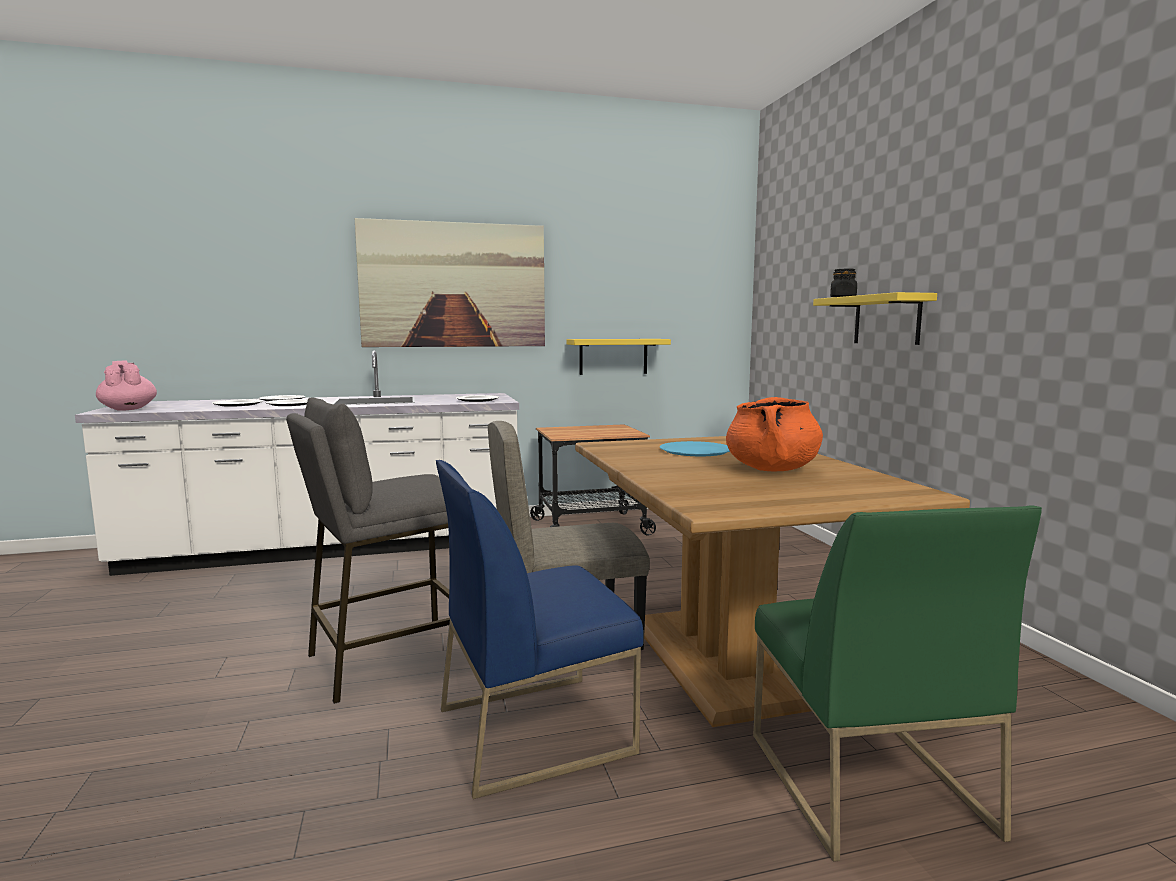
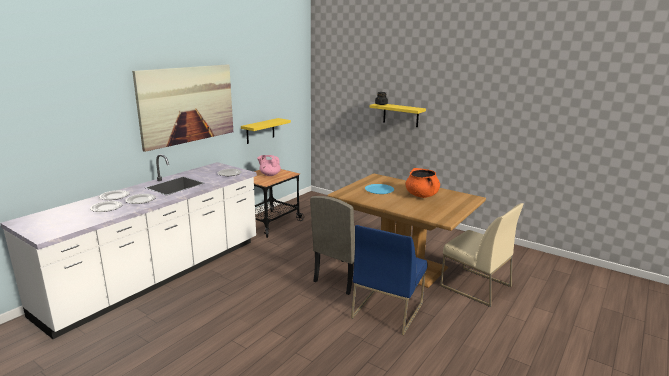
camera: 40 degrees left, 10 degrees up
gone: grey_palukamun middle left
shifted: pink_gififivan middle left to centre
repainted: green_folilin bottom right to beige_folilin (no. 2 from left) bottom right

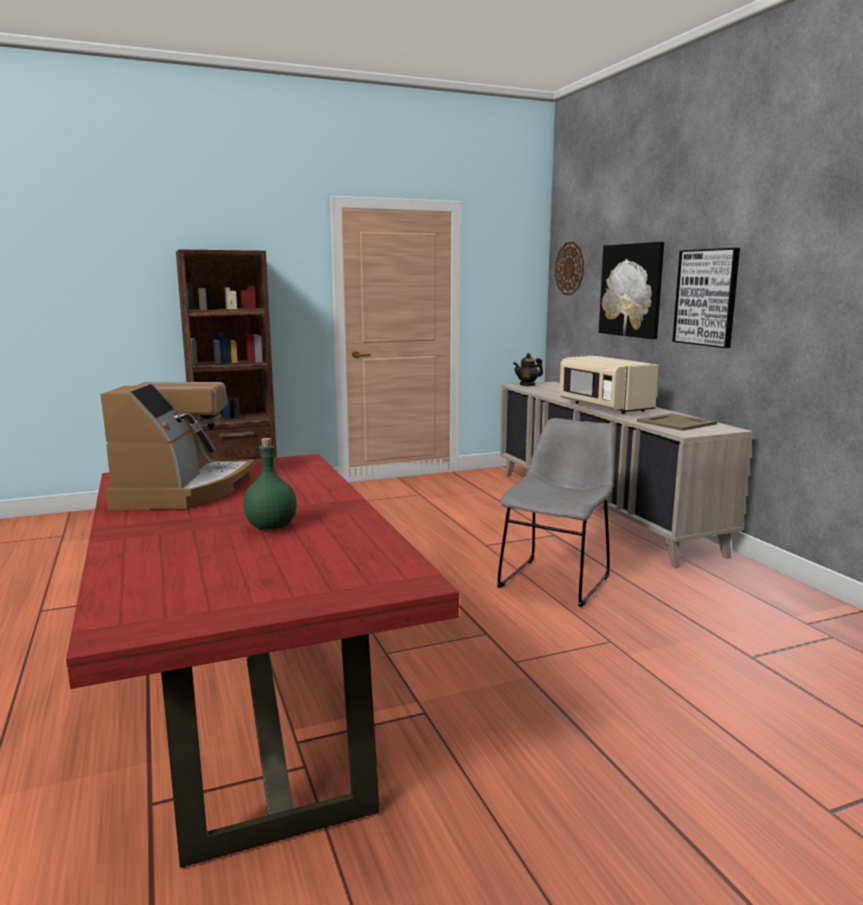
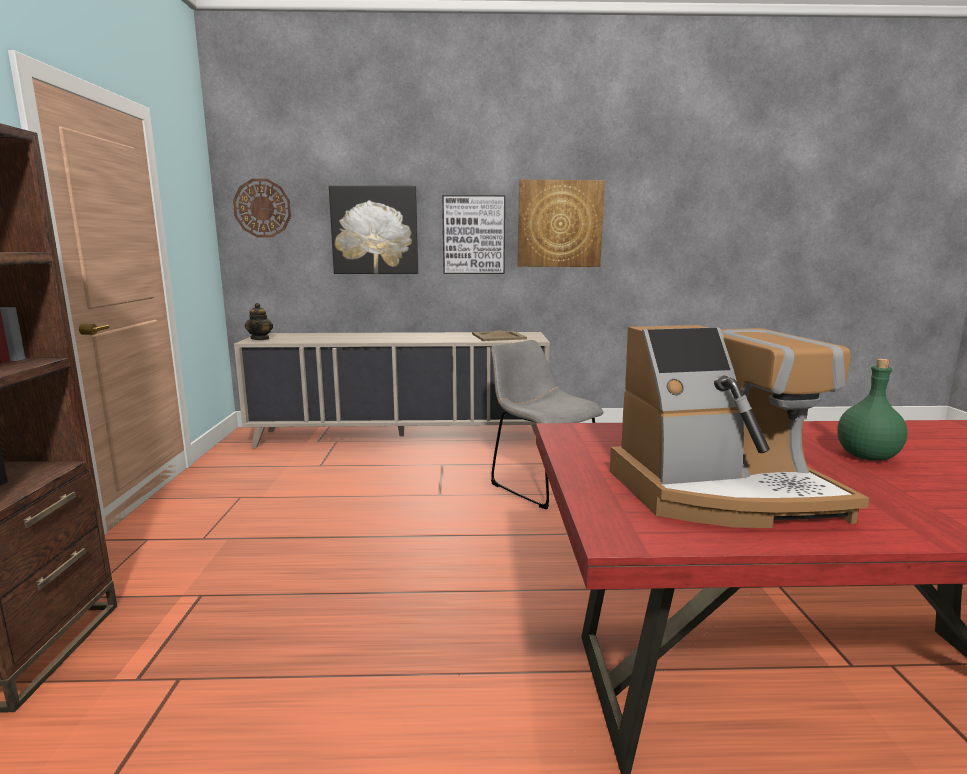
camera: 70 degrees left, 0 degrees up
gone: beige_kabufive middle right
new: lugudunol (no. 3 from left) top centre
rotated: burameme middle left = middle right 150 degrees clockwise

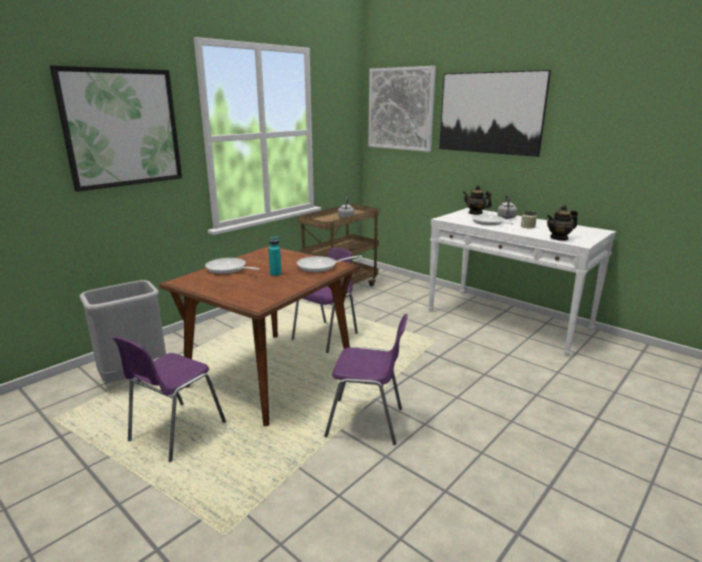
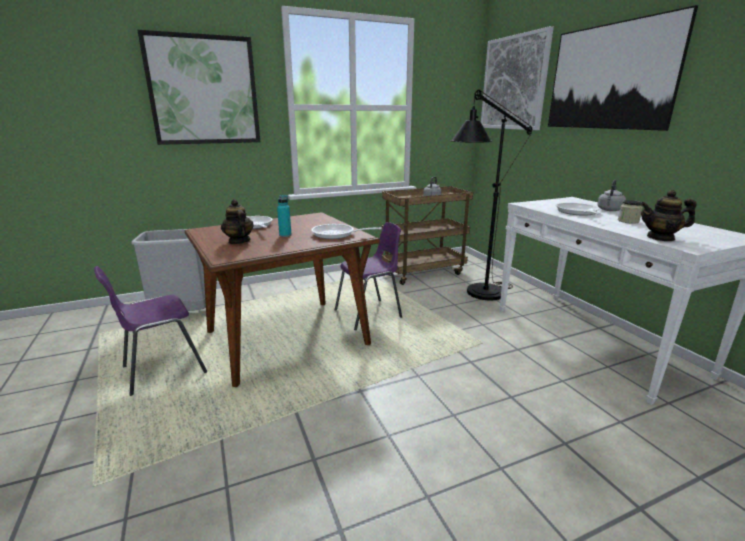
camera: 25 degrees right, 0 degrees up
gone: purple_folilin (no. 3 from left) bottom centre
new: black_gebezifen centre
shifted: gififivan (no. 1 from left) middle right to middle left

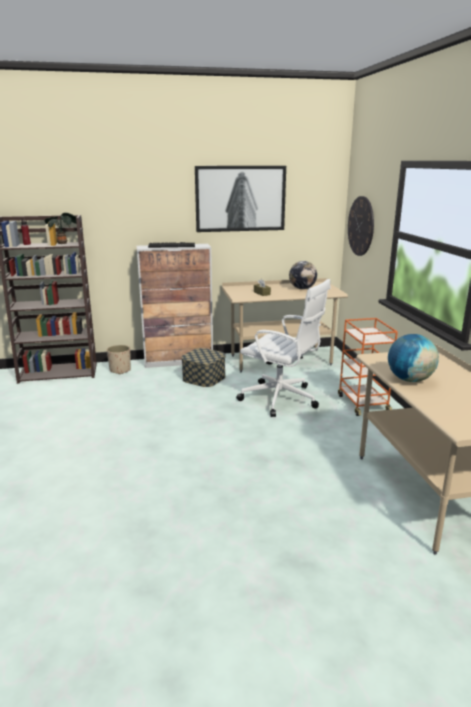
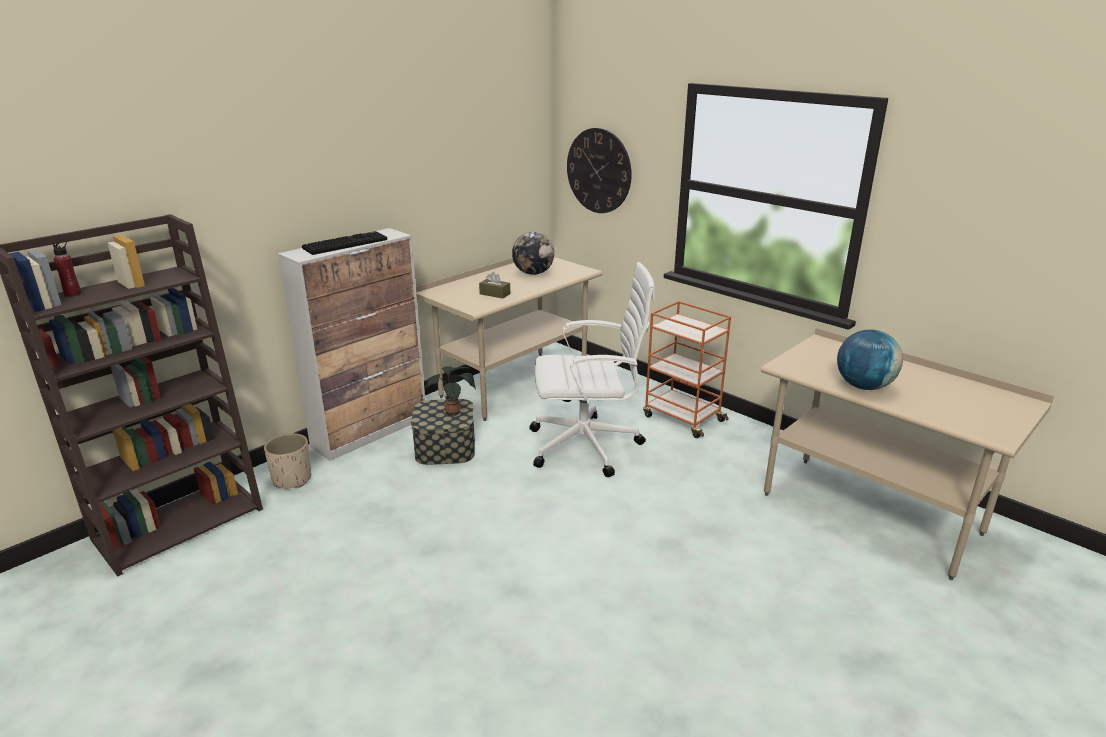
camera: 35 degrees left, 5 degrees up
gone: lugudunol top centre
shifted: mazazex top left to centre

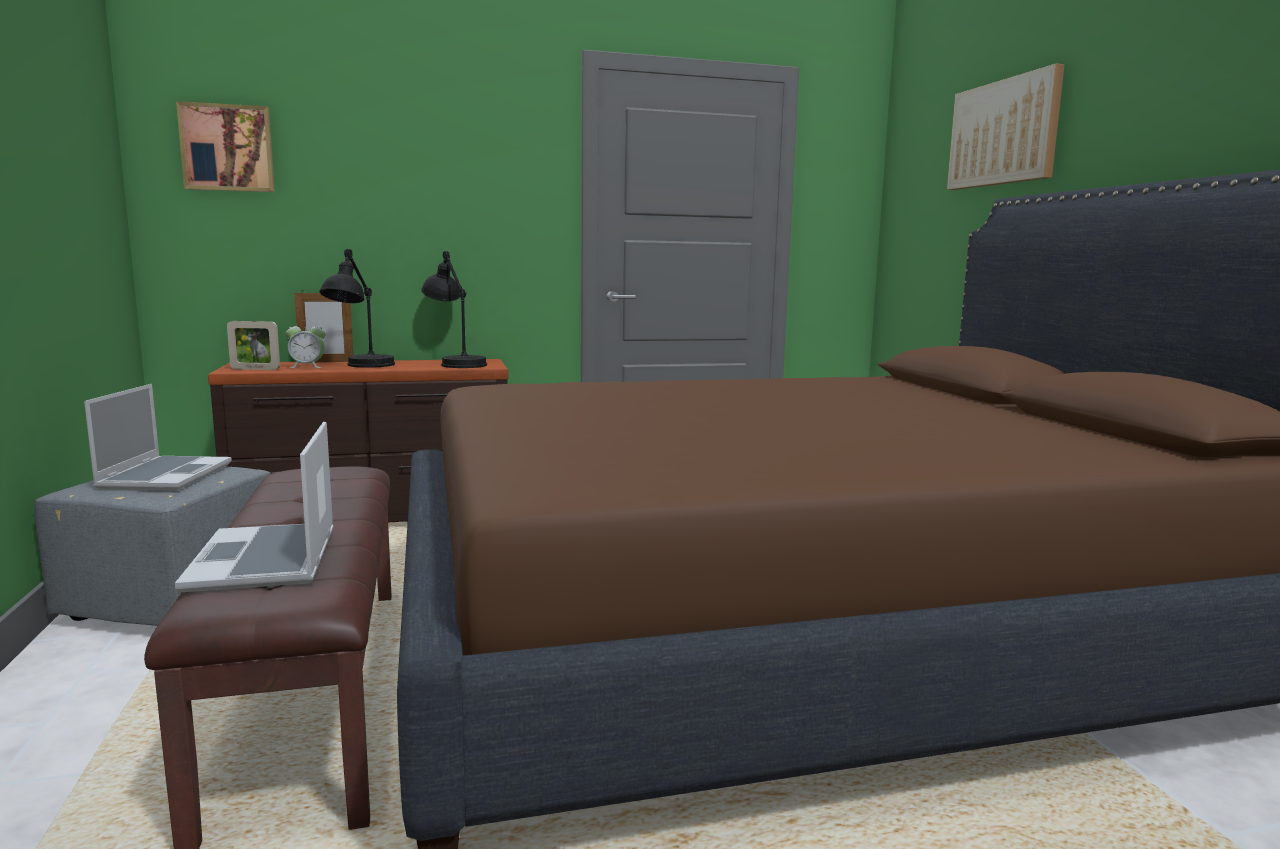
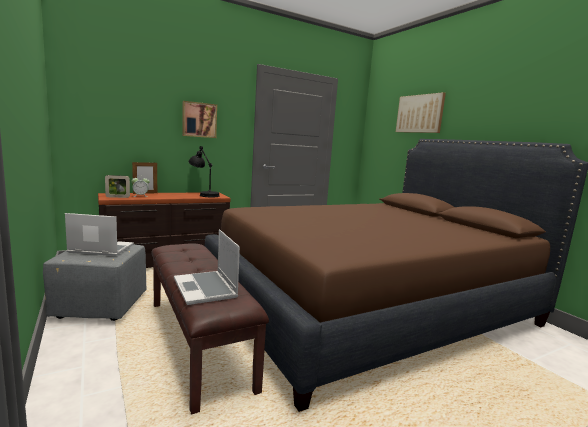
camera: 15 degrees left, 0 degrees up
gone: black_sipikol (no. 1 from left) middle left
shifted: lugudunol (no. 1 from left) top left to top centre
rotated: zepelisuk (no. 1 from left) middle left = middle left 75 degrees counterclockwise

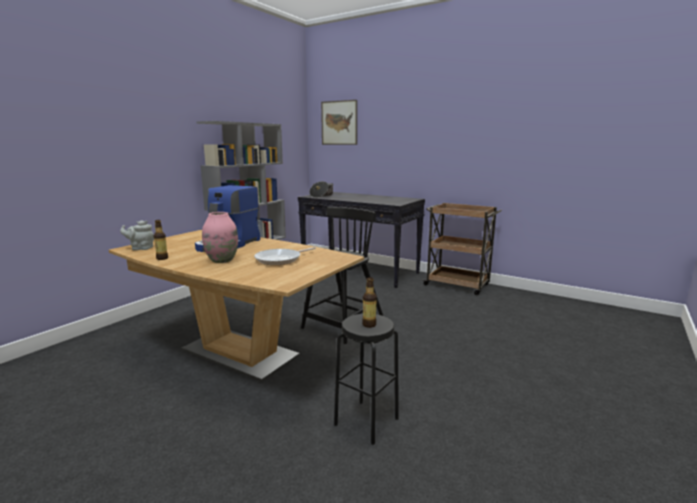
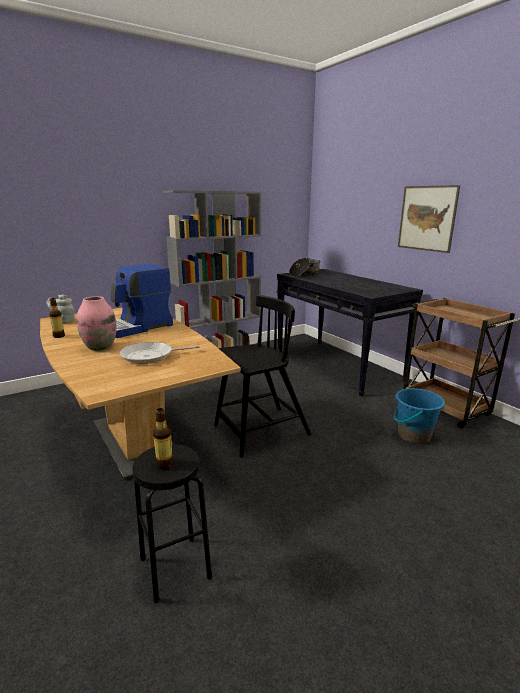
camera: 25 degrees right, 5 degrees up
new: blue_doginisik middle right
shifted: lugudunol top centre to top right

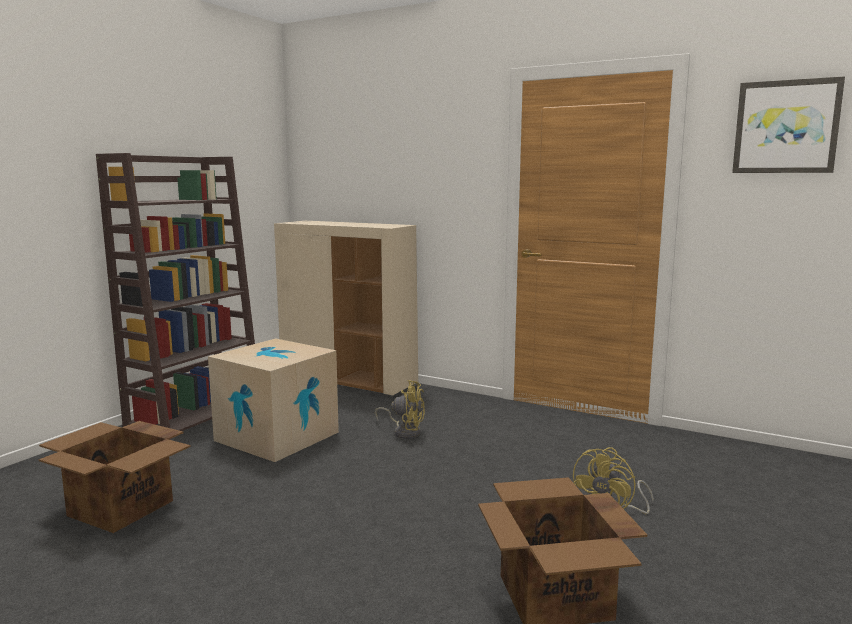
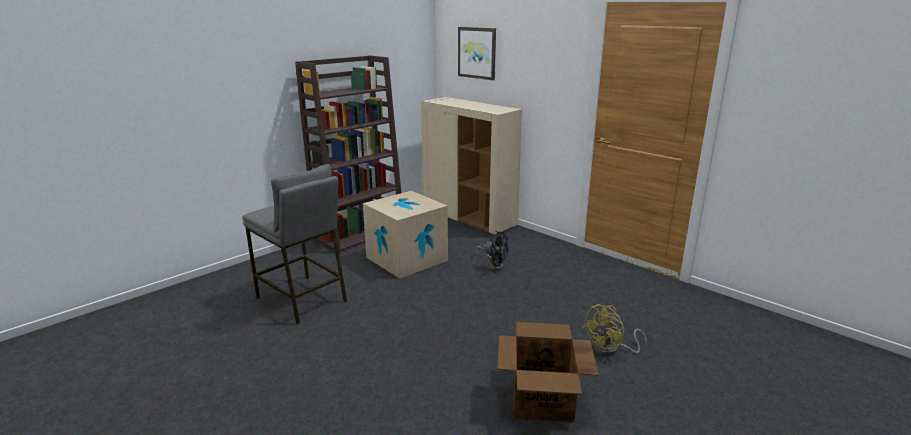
camera: 15 degrees right, 10 degrees up
shifted: lugudunol top right to top centre
swapped: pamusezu (no. 1 from left) bottom left to grey_palukamun middle left
repainted: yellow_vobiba (no. 1 from left) centre to black_vobiba centre

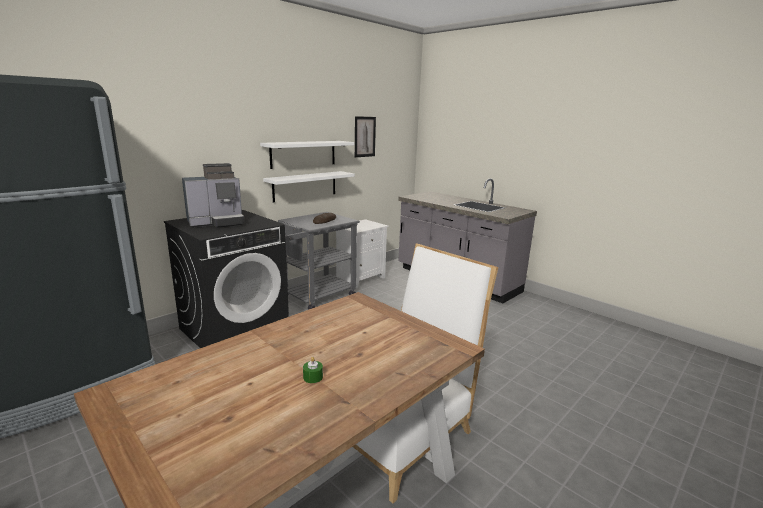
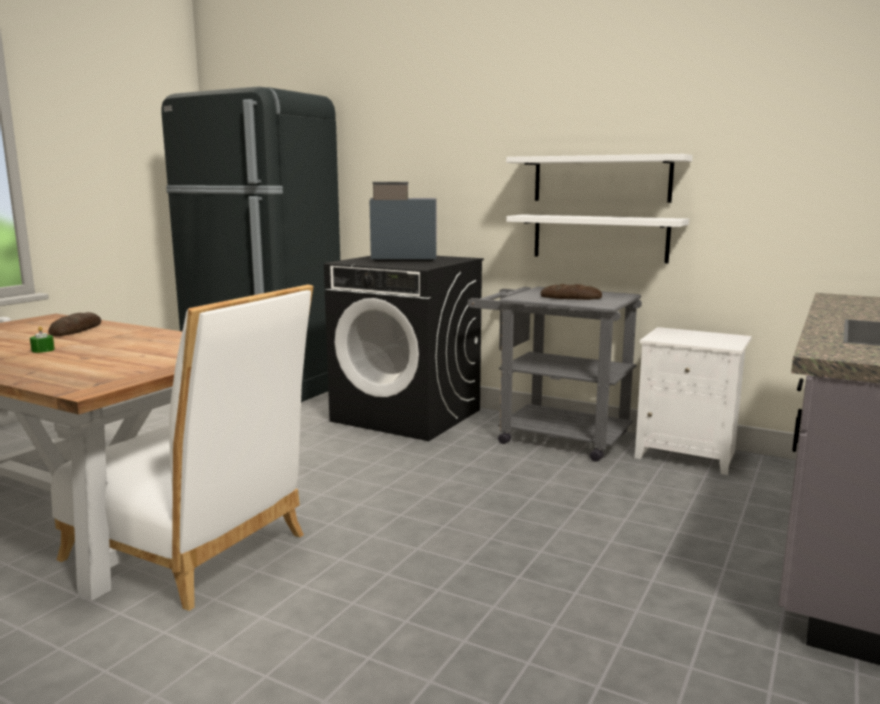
camera: 75 degrees right, 5 degrees down
gone: lugudunol top centre
new: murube (no. 1 from left) middle left
rotated: burameme middle left = top centre 135 degrees clockwise

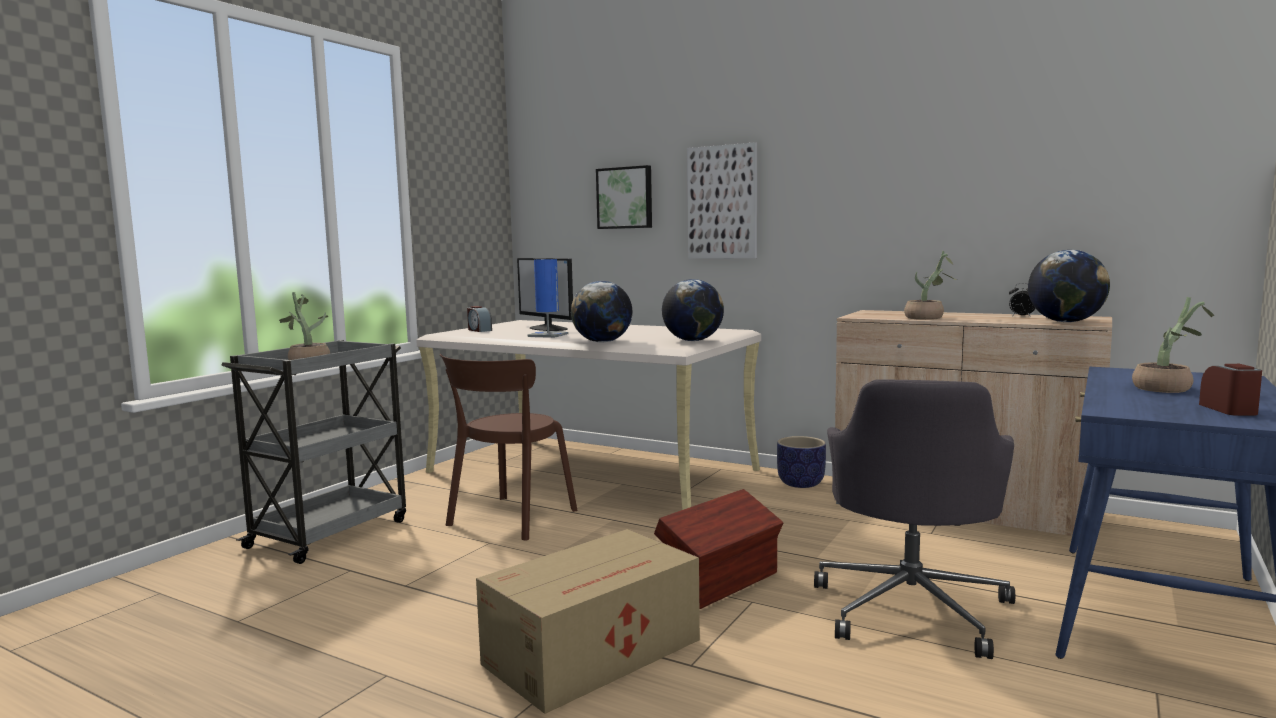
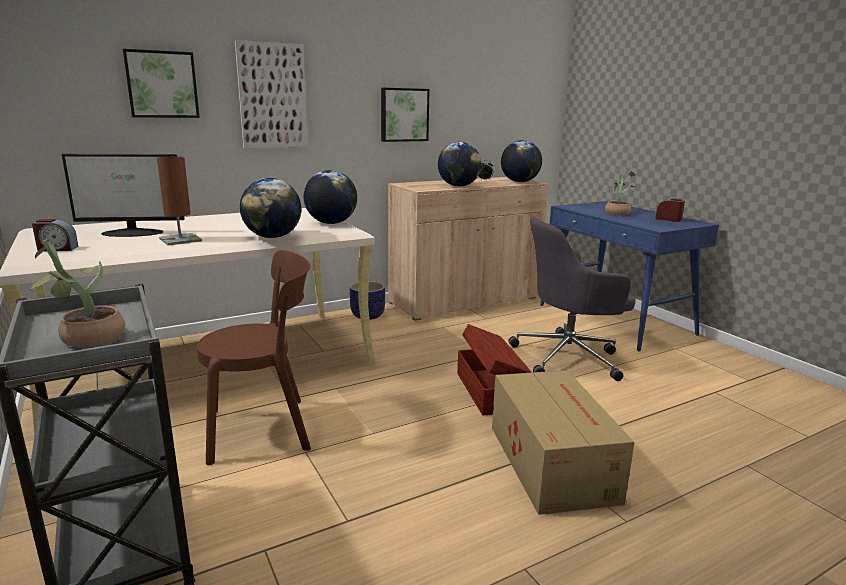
camera: 60 degrees left, 10 degrees up
new: lugudunol (no. 3 from left) top centre
swapped: mazazex (no. 2 from left) middle right to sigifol (no. 3 from left) top centre
repainted: blue_sipikol centre to brown_sipikol middle left
rotated: brown_folilin centre = middle left 75 degrees counterclockwise; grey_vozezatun bottom right = middle right 120 degrees clockwise

